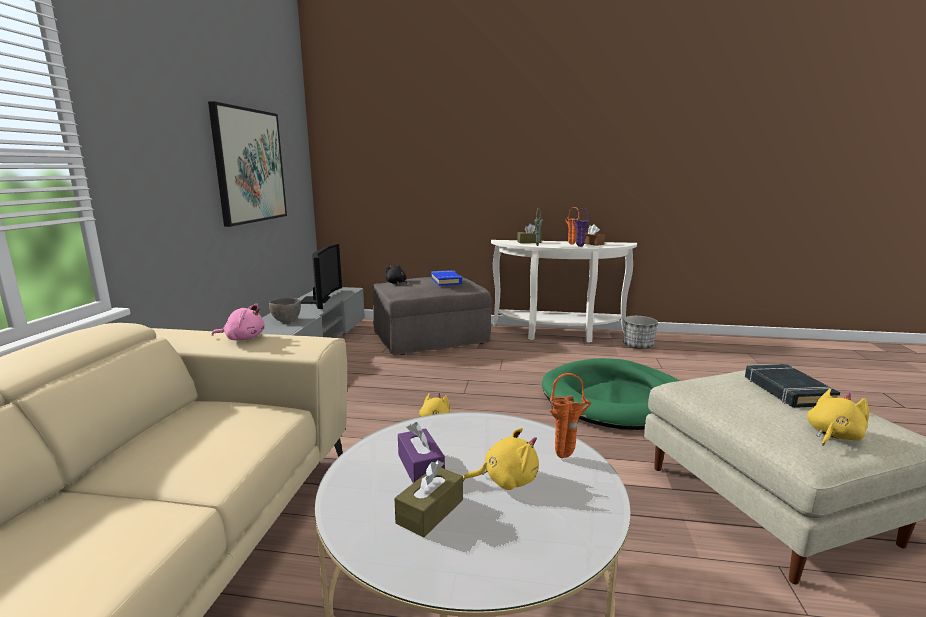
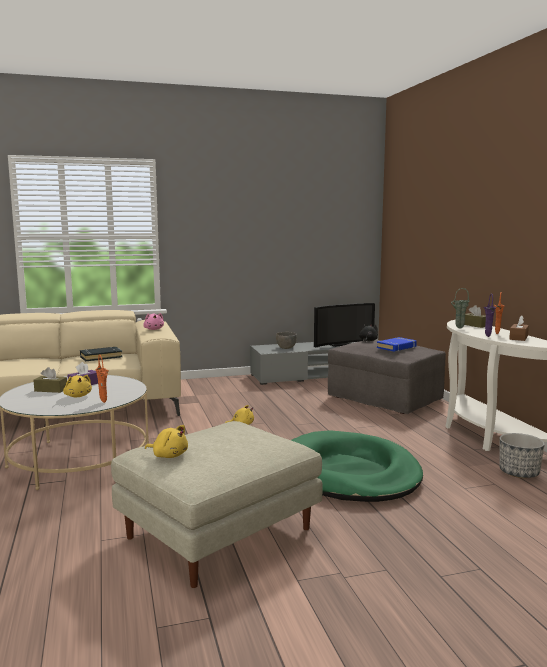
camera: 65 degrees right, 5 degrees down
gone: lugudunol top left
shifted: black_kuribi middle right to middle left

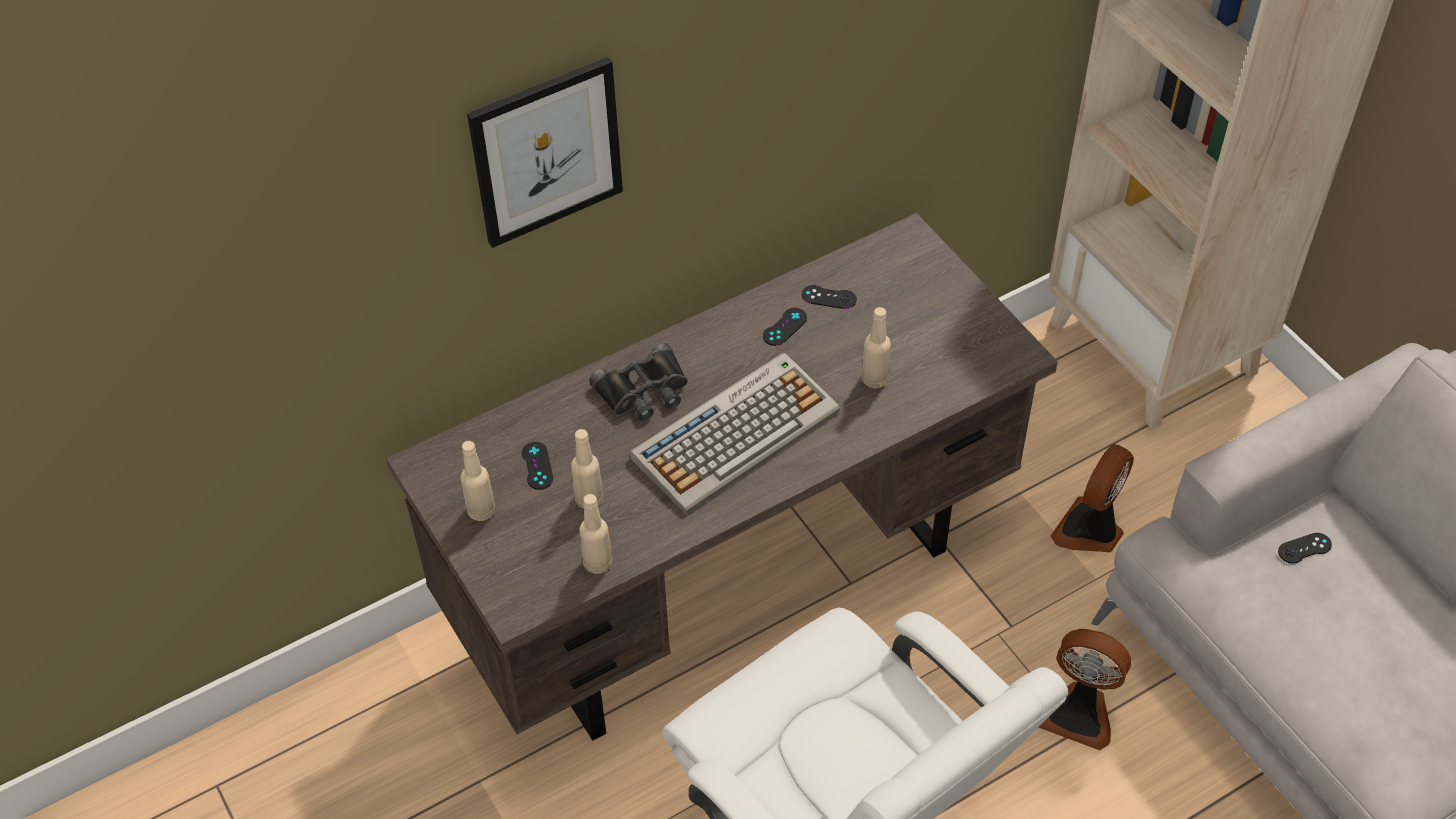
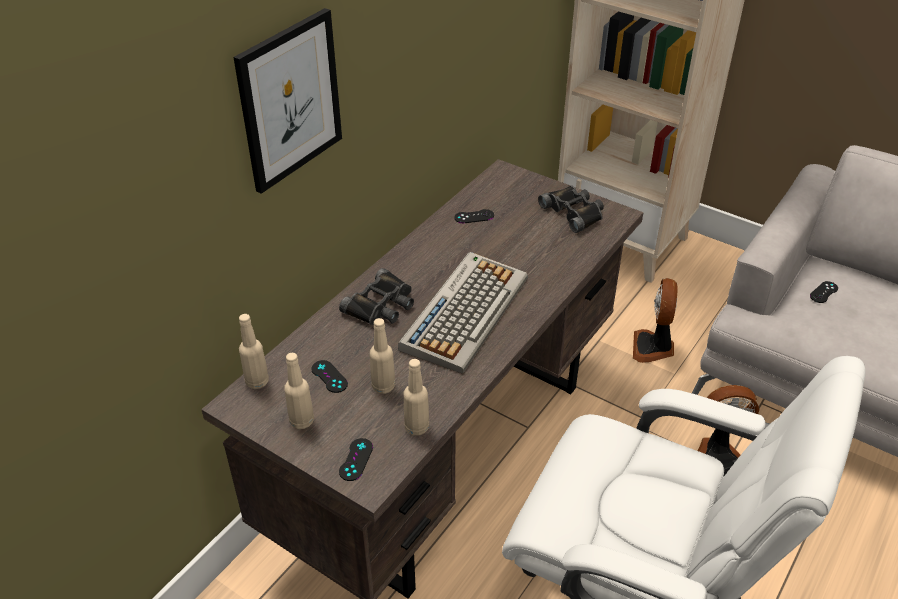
camera: 25 degrees left, 10 degrees down
new: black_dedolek (no. 2 from left) centre
shifted: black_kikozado (no. 2 from left) centre to bottom centre; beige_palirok (no. 4 from left in the first image) centre to beige_palirok (no. 1 from left) middle left

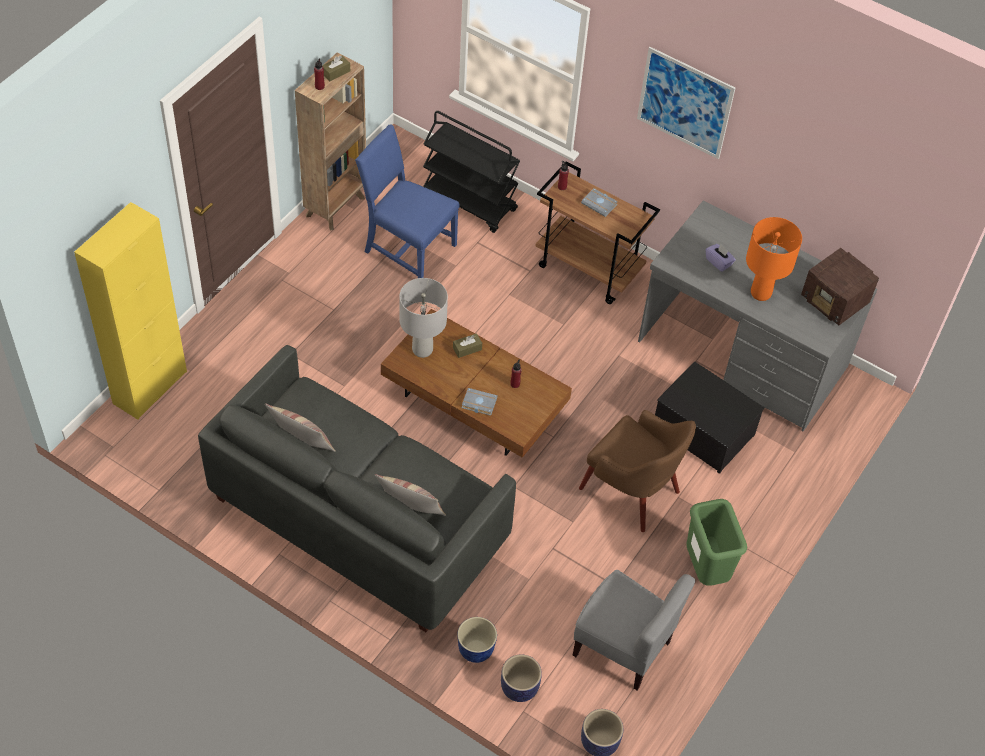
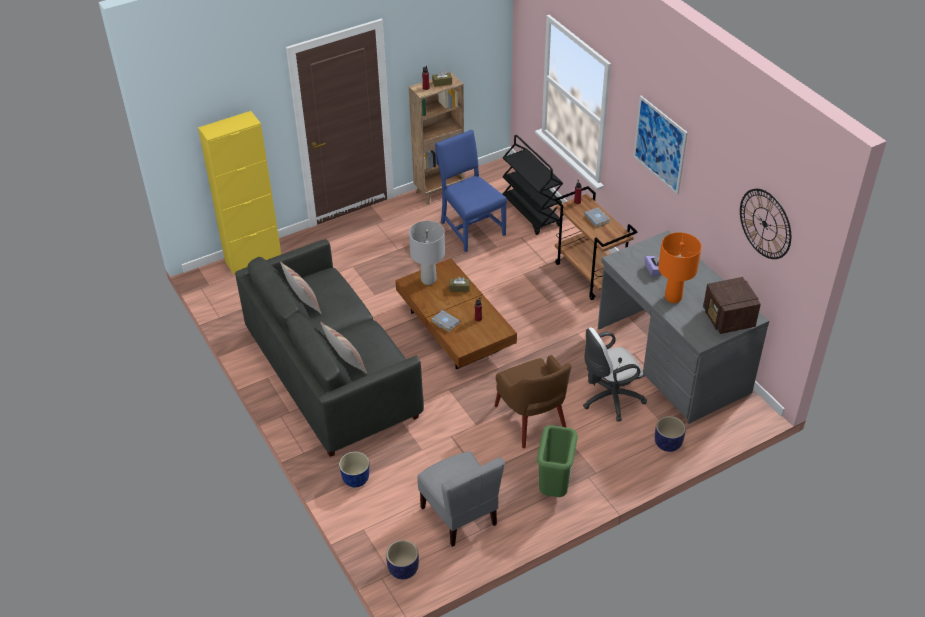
camera: 30 degrees right, 10 degrees down
new: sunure middle right
shifted: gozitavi (no. 2 from left in the first image) bottom centre to gozitavi (no. 3 from left) bottom right
swapped: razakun middle right to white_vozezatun centre

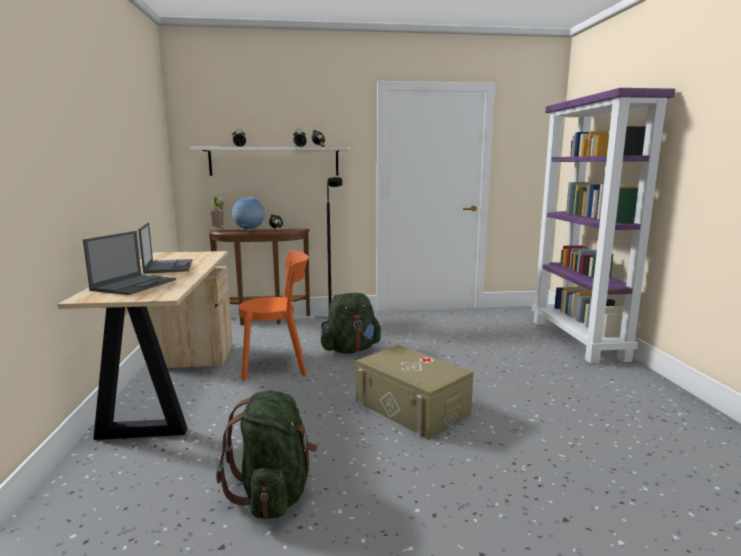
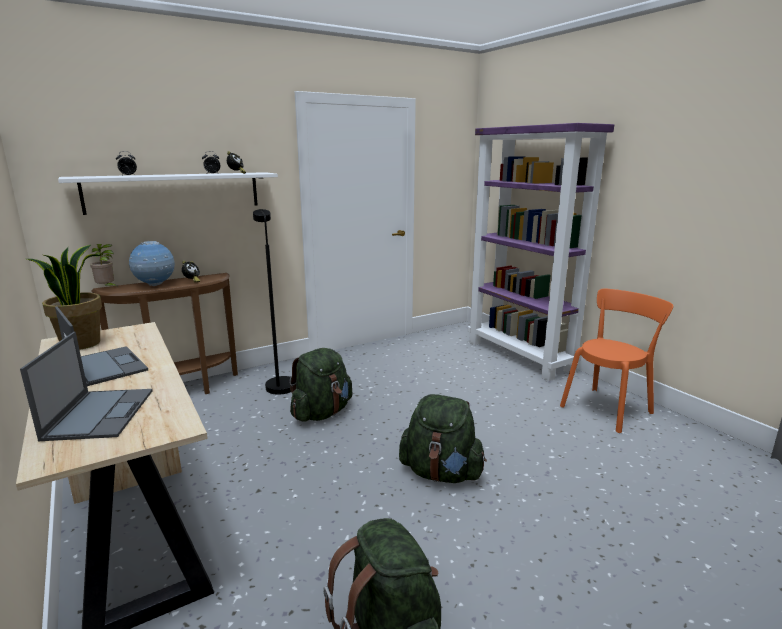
camera: 25 degrees left, 5 degrees up
new: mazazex (no. 1 from left) middle left
shifted: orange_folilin centre to middle right
swapped: beige_razakun bottom centre to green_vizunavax (no. 3 from left) bottom centre

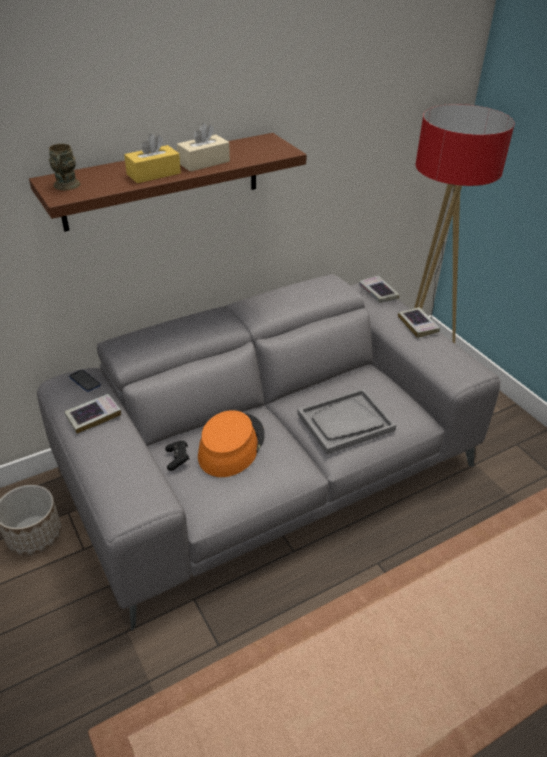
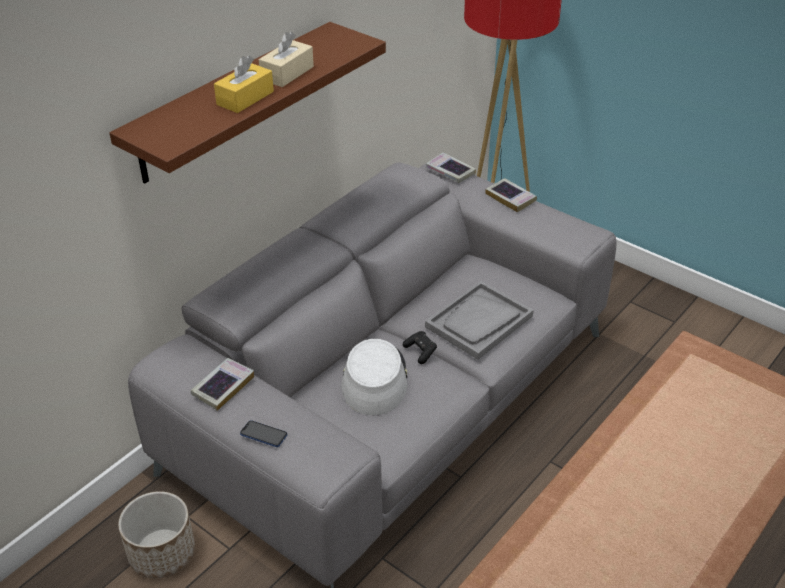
camera: 20 degrees left, 0 degrees up
gone: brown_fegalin top left
shifted: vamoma middle left to bottom centre; black_kikozado middle left to centre
repainted: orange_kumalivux centre to grey_kumalivux centre

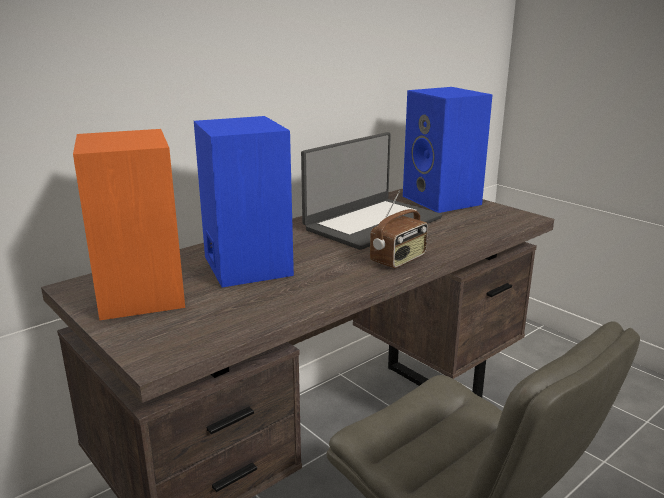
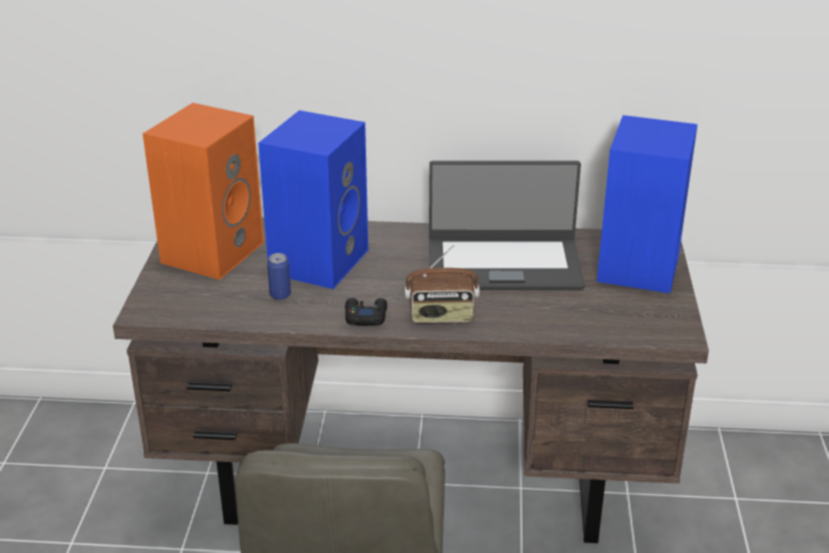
camera: 45 degrees right, 10 degrees up
new: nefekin centre; black_kikozado centre

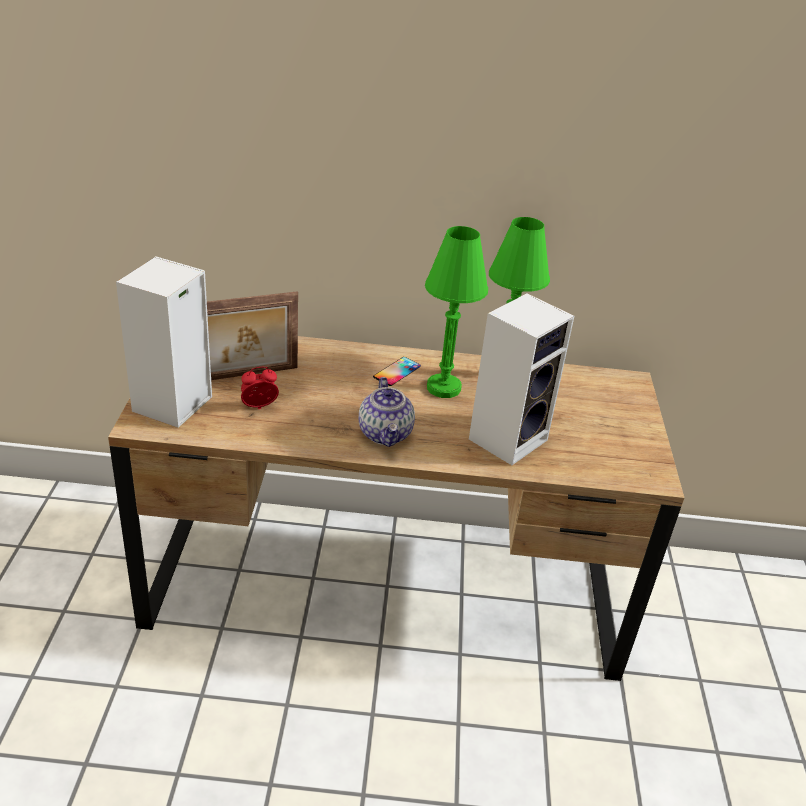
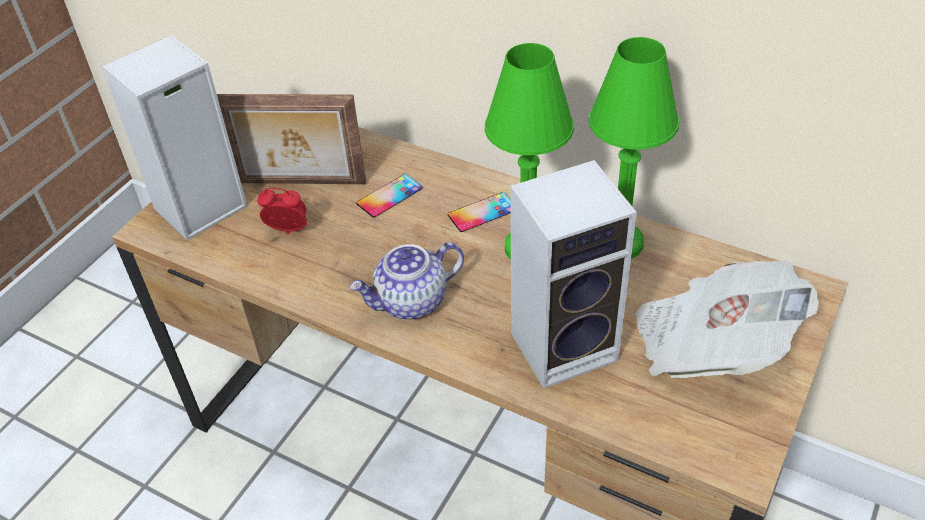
camera: 30 degrees right, 10 degrees up
new: vamoma (no. 1 from left) centre; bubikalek middle right
rotated: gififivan centre = centre 45 degrees clockwise

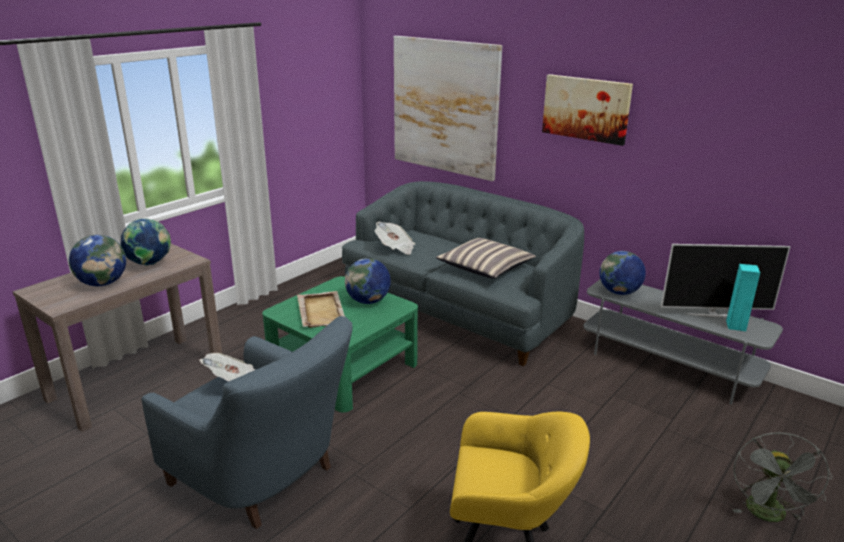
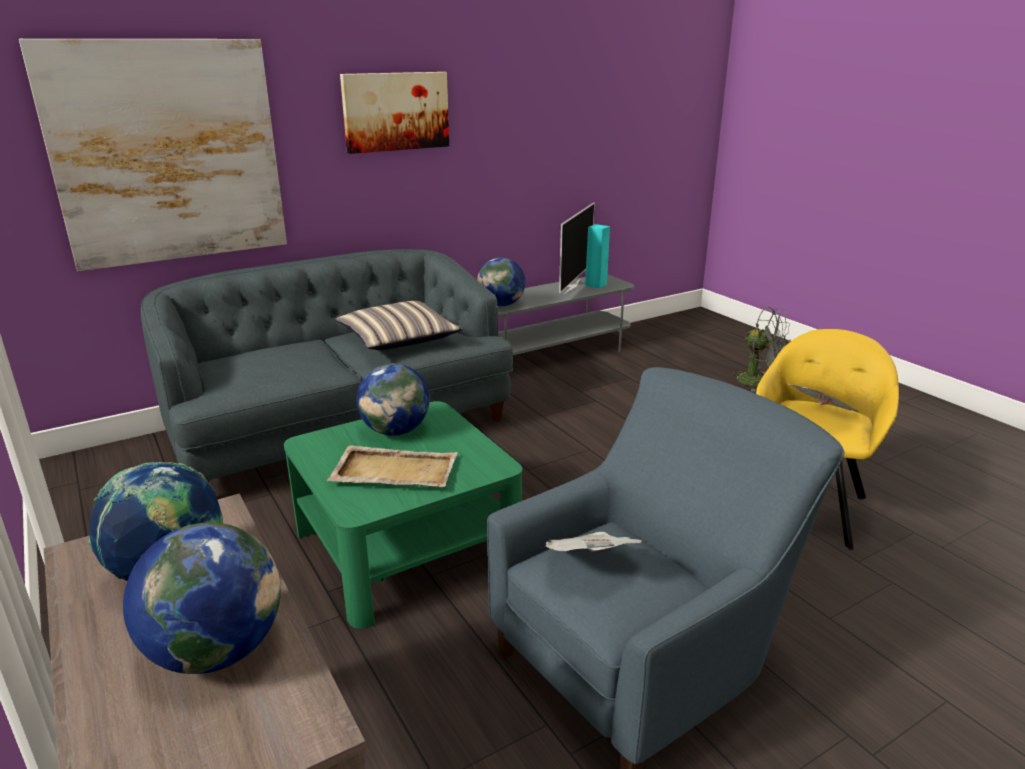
camera: 70 degrees left, 0 degrees up
shifted: bubikalek (no. 2 from left) centre to middle right

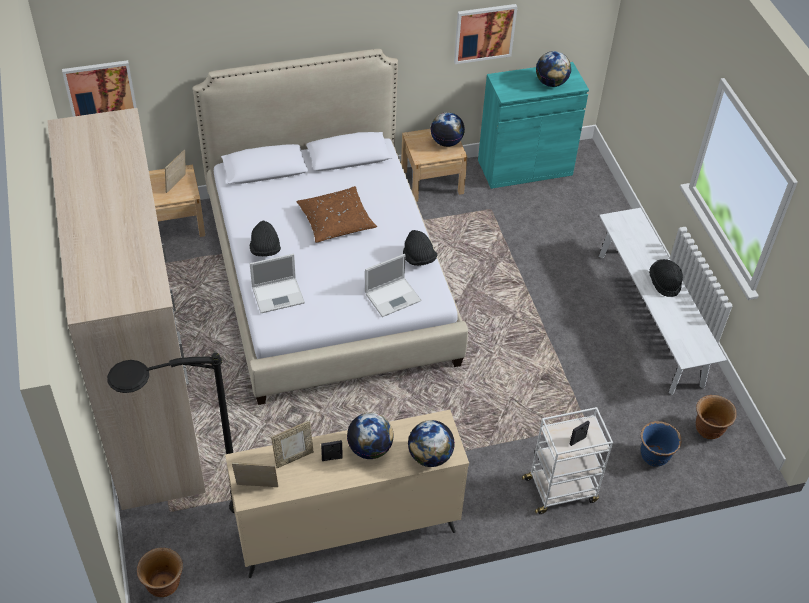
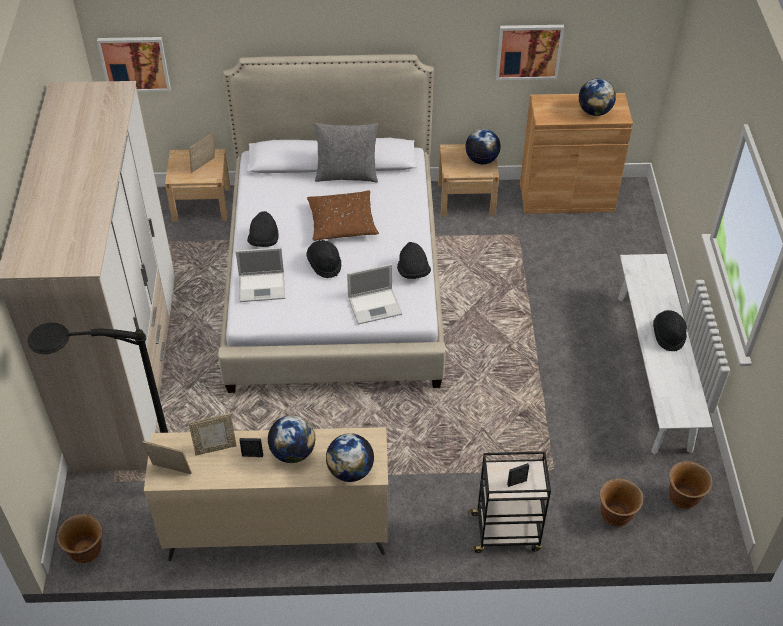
camera: 15 degrees right, 0 degrees up
new: black_kumalivux (no. 2 from left) centre; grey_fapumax top centre
repainted: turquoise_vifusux top centre to brown_vifusux top right; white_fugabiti bottom right to black_fugabiti bottom centre; blue_gozitavi bottom right to brown_gozitavi (no. 2 from left) bottom right

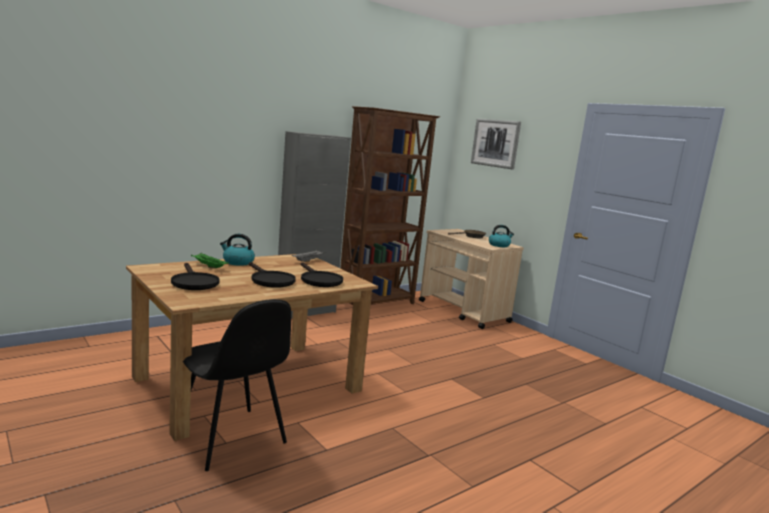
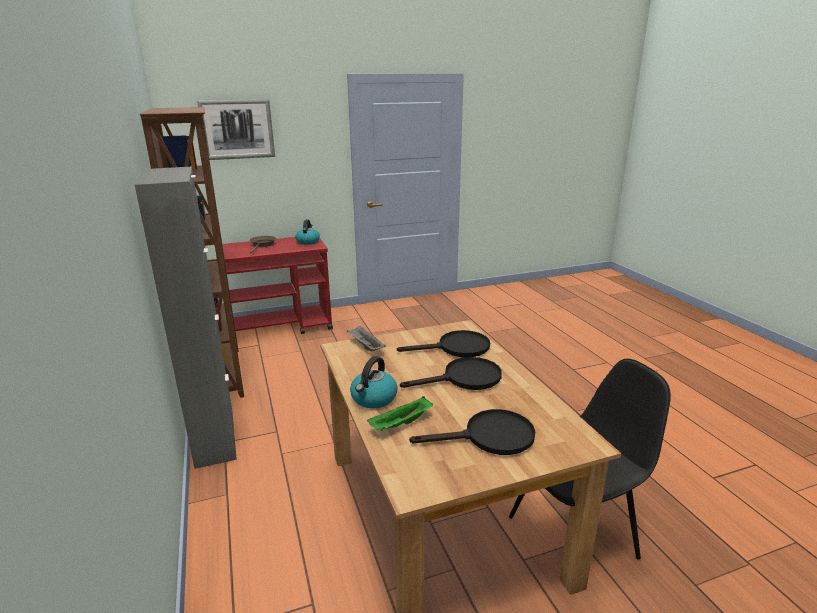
camera: 70 degrees left, 10 degrees up
repainted: beige_fugabiti centre to red_fugabiti centre

